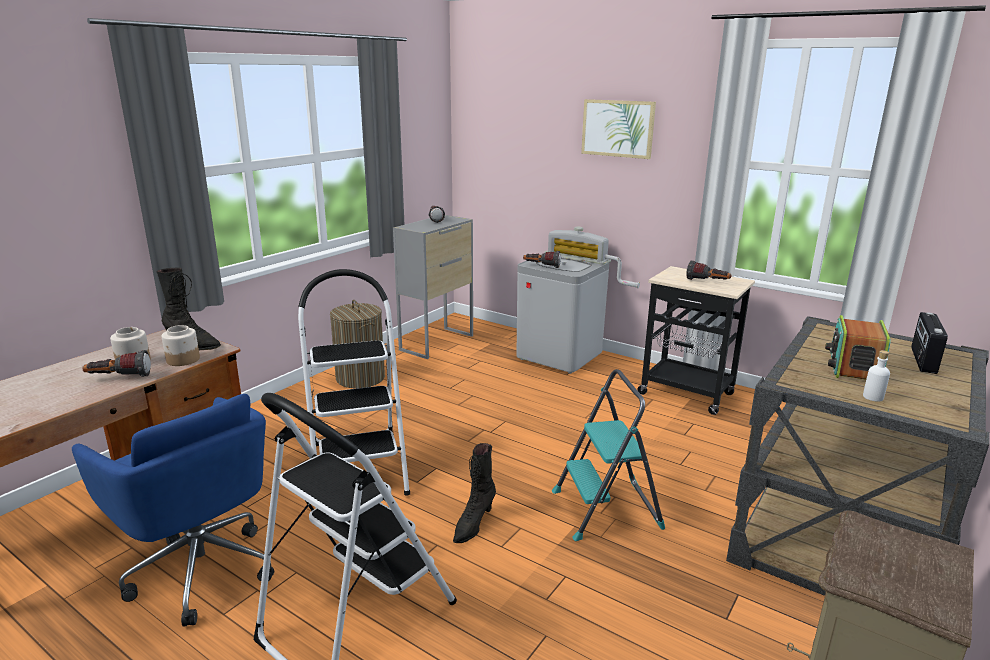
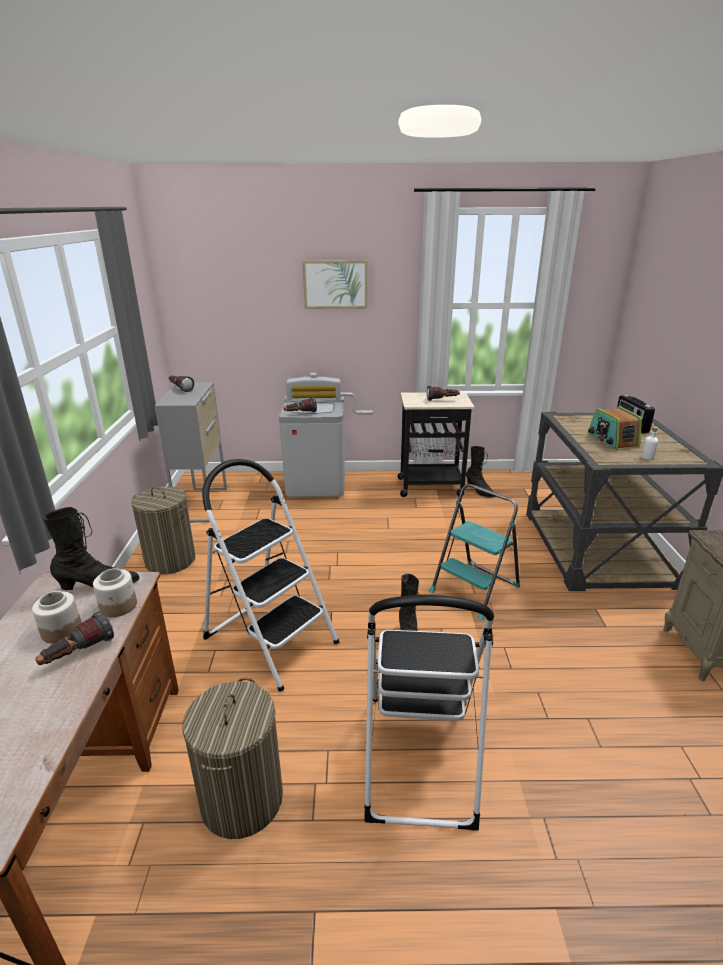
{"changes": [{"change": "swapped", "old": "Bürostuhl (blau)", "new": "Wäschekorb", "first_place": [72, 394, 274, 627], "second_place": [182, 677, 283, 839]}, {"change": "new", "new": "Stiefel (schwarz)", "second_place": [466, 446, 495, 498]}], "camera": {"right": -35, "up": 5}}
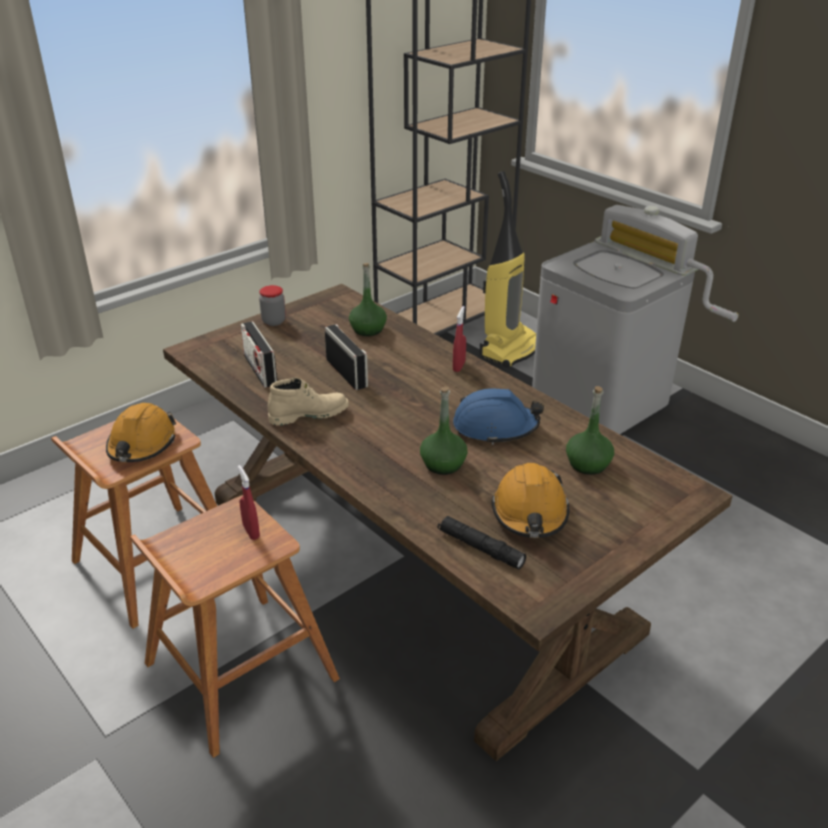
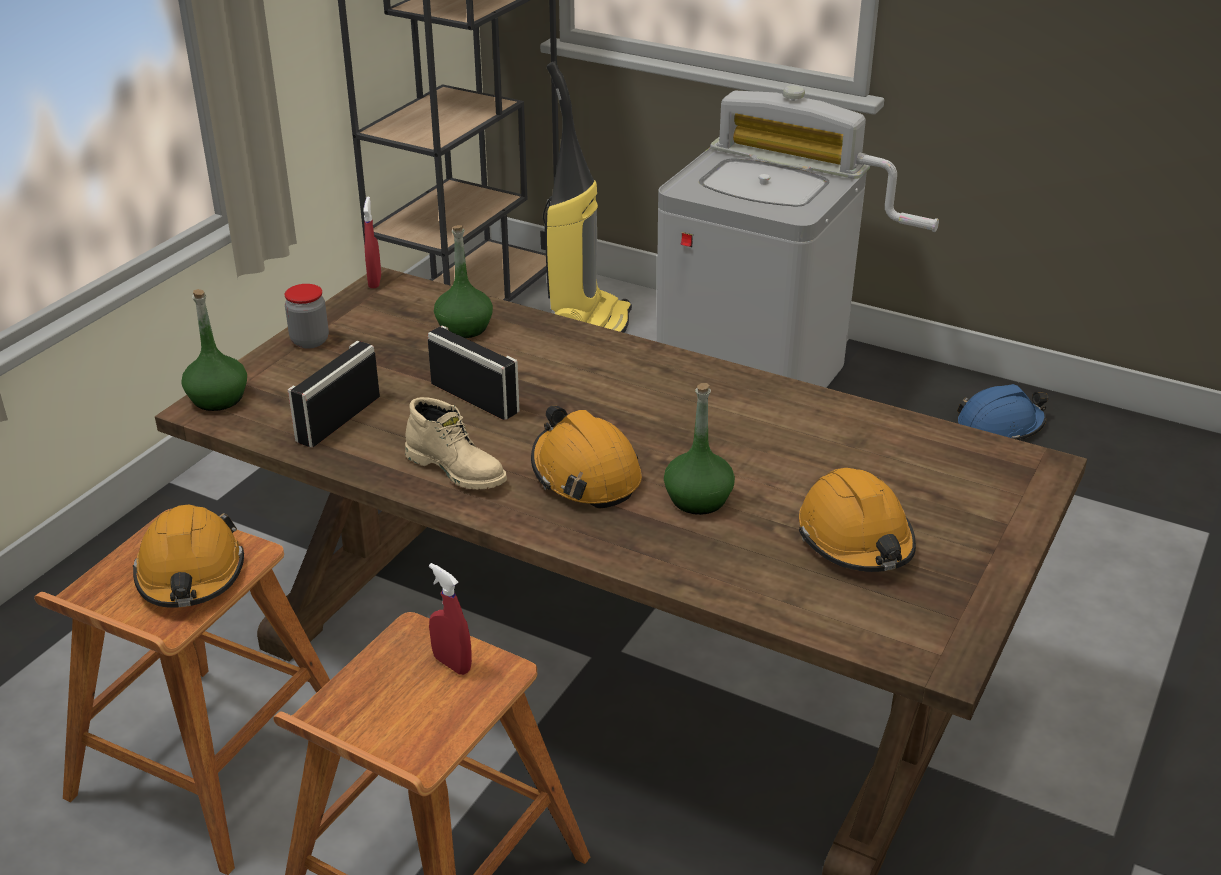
{"changes": [{"change": "shifted", "old": "Flasche (grün)", "first_place": [566, 386, 614, 475], "second_place": [181, 289, 247, 411]}, {"change": "rotated", "old": "Radio", "first_place": [240, 321, 277, 388], "second_place": [288, 341, 380, 447], "degrees": 75}, {"change": "shifted", "old": "Sprühflasche (rot)", "first_place": [453, 306, 466, 372], "second_place": [363, 196, 381, 288]}, {"change": "rotated", "old": "Stiefel (beige)", "first_place": [268, 377, 349, 426], "second_place": [405, 397, 507, 489], "degrees": 75}, {"change": "new", "new": "Schutzhelm (orange)", "second_place": [531, 405, 642, 509]}, {"change": "shifted", "old": "Schutzhelm (blau)", "first_place": [453, 388, 544, 445], "second_place": [957, 384, 1048, 440]}, {"change": "gone", "old": "Taschenlampe (schwarz)", "first_place": [438, 516, 526, 570]}], "camera": {"right": -20, "up": 0}}
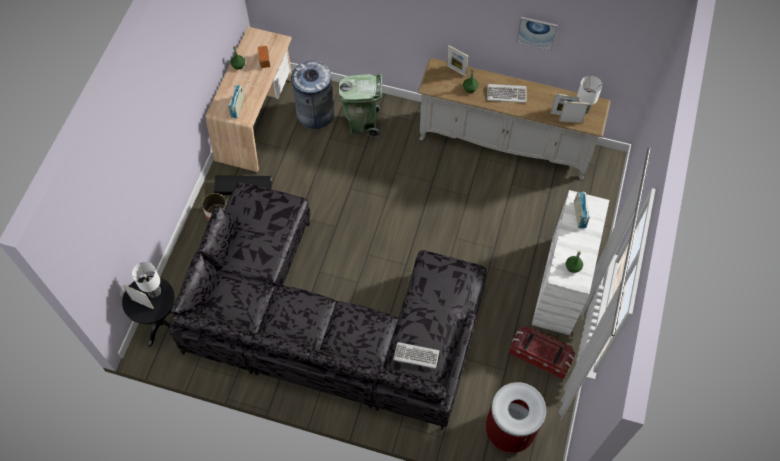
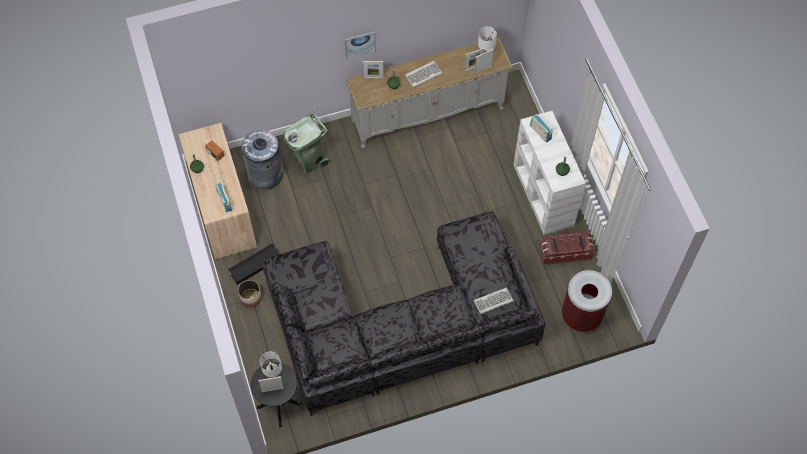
{"changes": [{"change": "shifted", "old": "Bild", "first_place": [516, 17, 558, 50], "second_place": [345, 31, 376, 59]}], "camera": {"right": -35, "up": 0}}
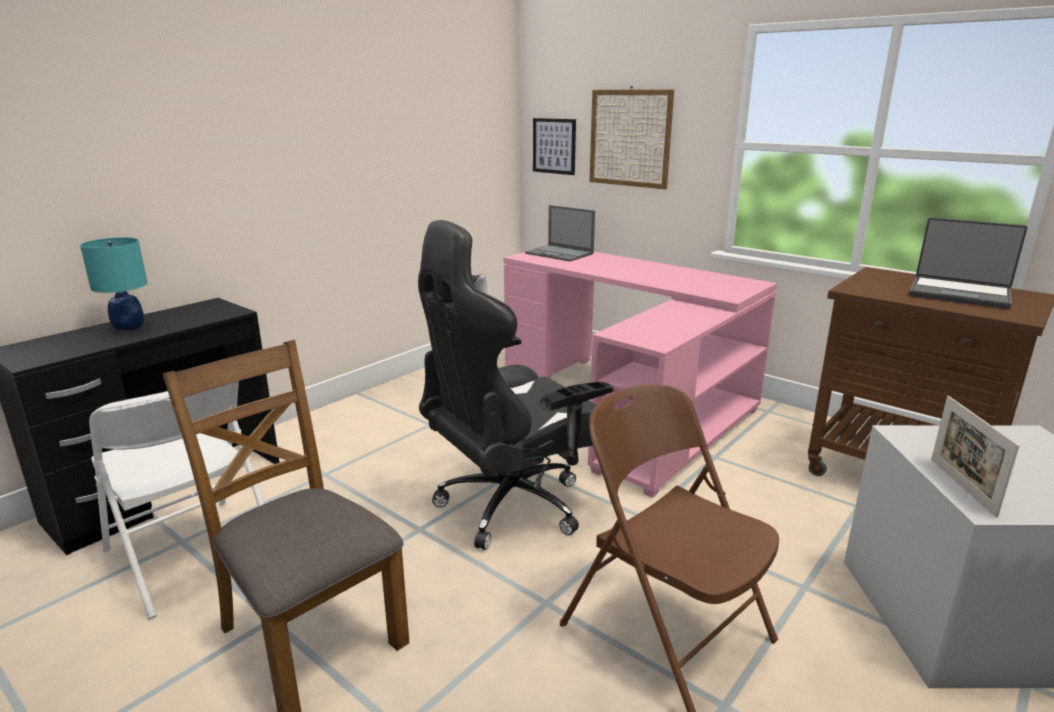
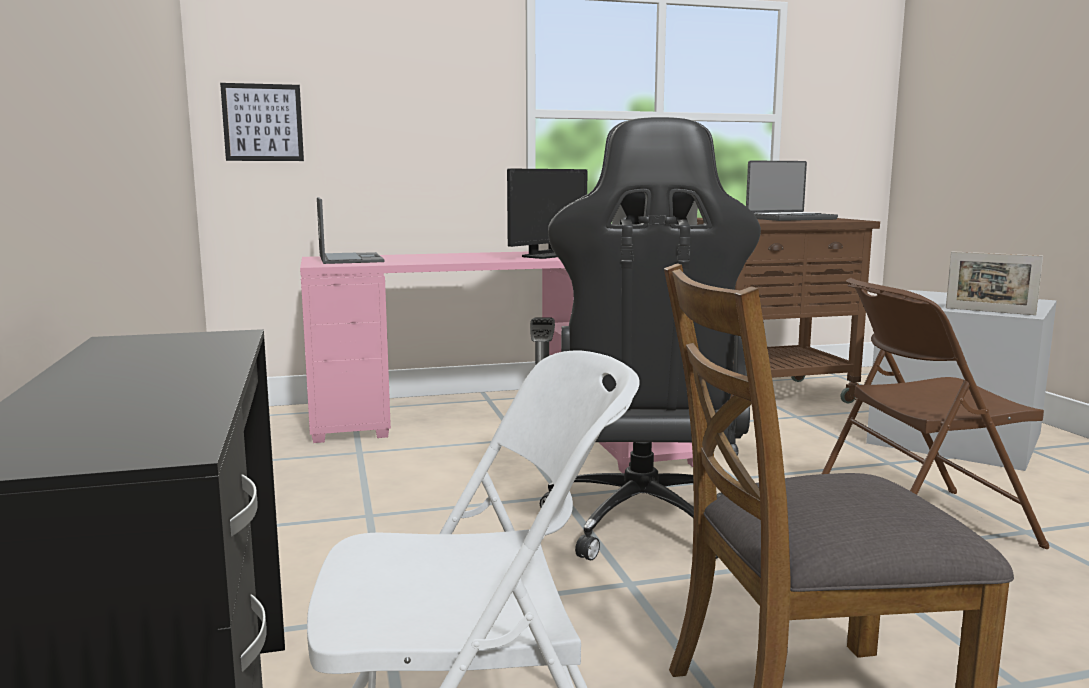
{"changes": [{"change": "rotated", "old": "Laptop", "first_place": [525, 205, 595, 261], "second_place": [317, 197, 384, 264], "degrees": -90}, {"change": "new", "new": "Monitor", "second_place": [507, 169, 587, 259]}, {"change": "gone", "old": "Tischlampe (türkis)", "first_place": [80, 237, 148, 331]}, {"change": "gone", "old": "Bild", "first_place": [589, 86, 674, 189]}], "camera": {"right": -55, "up": -10}}
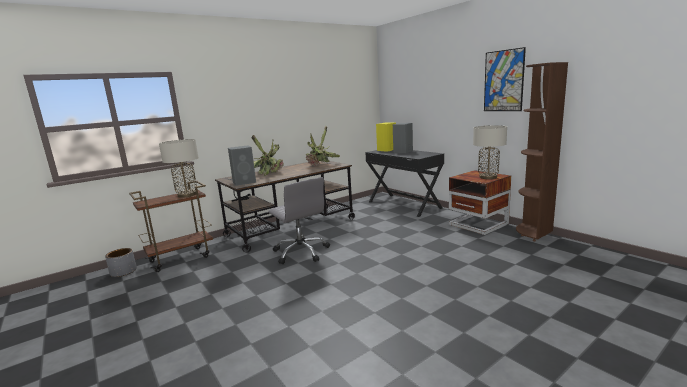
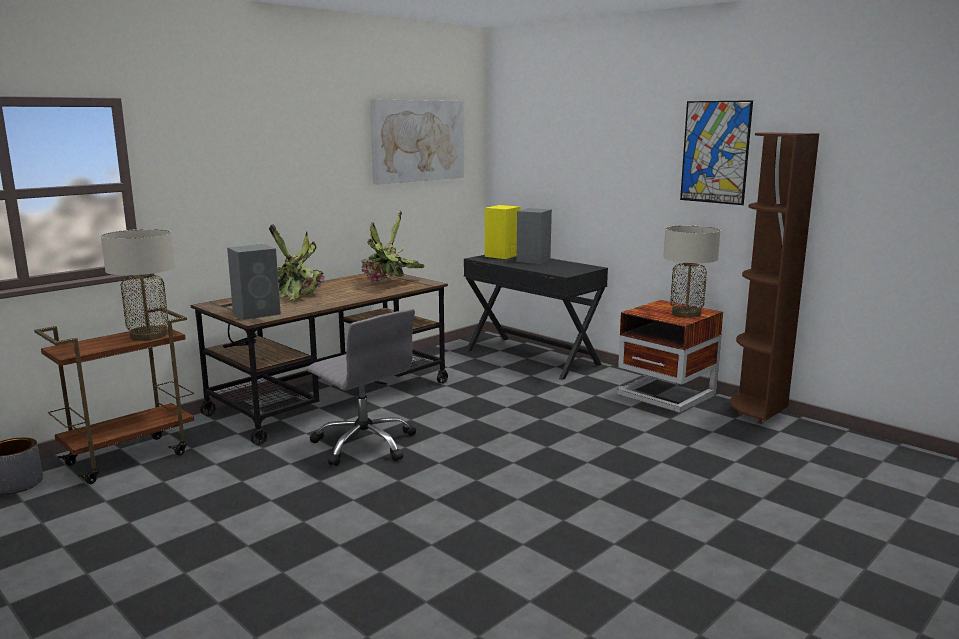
{"changes": [{"change": "new", "new": "Bild", "second_place": [370, 100, 464, 185]}], "camera": {"right": -10, "up": 0}}
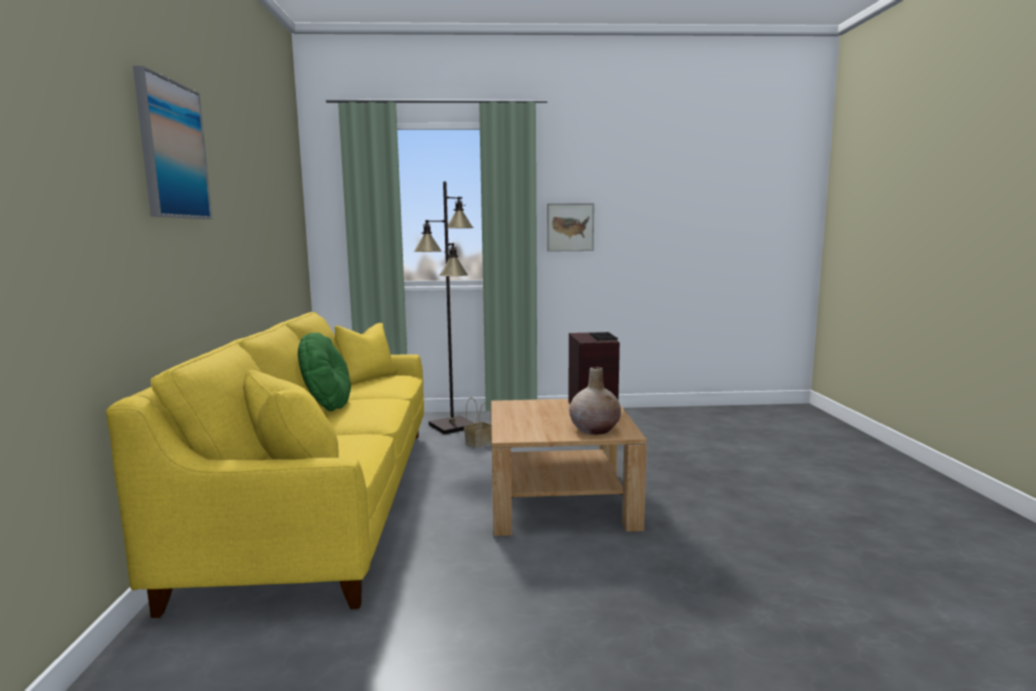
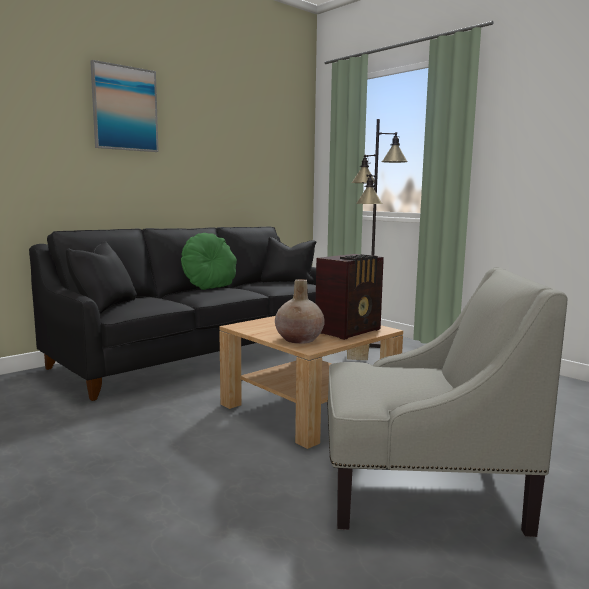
{"changes": [{"change": "repainted", "old": "Sofa (gelb)", "new": "Sofa (schwarz)", "first_place": [106, 312, 424, 618], "second_place": [29, 227, 316, 401]}, {"change": "new", "new": "Sessel (grau)", "second_place": [327, 267, 568, 537]}, {"change": "gone", "old": "Bild", "first_place": [547, 203, 594, 252]}], "camera": {"right": 50, "up": 0}}
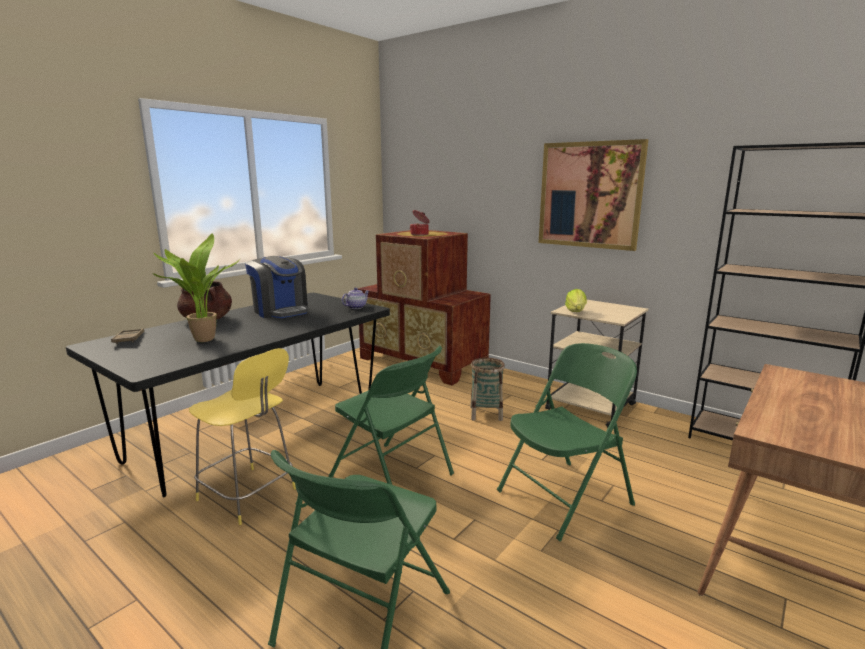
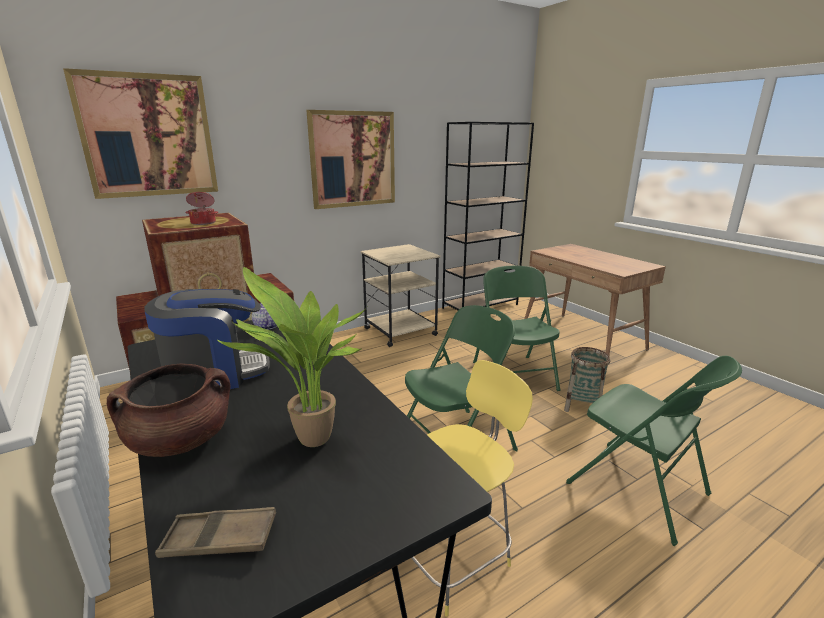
{"changes": [{"change": "new", "new": "Bild", "second_place": [63, 68, 218, 199]}, {"change": "shifted", "old": "Korb", "first_place": [470, 358, 505, 421], "second_place": [564, 347, 610, 412]}, {"change": "gone", "old": "Salatkopf", "first_place": [565, 289, 587, 312]}], "camera": {"right": -70, "up": 5}}
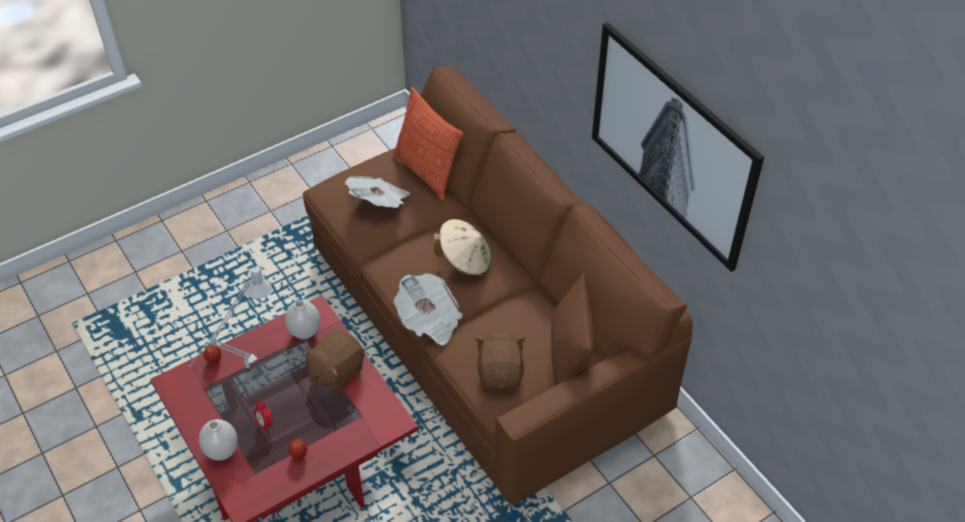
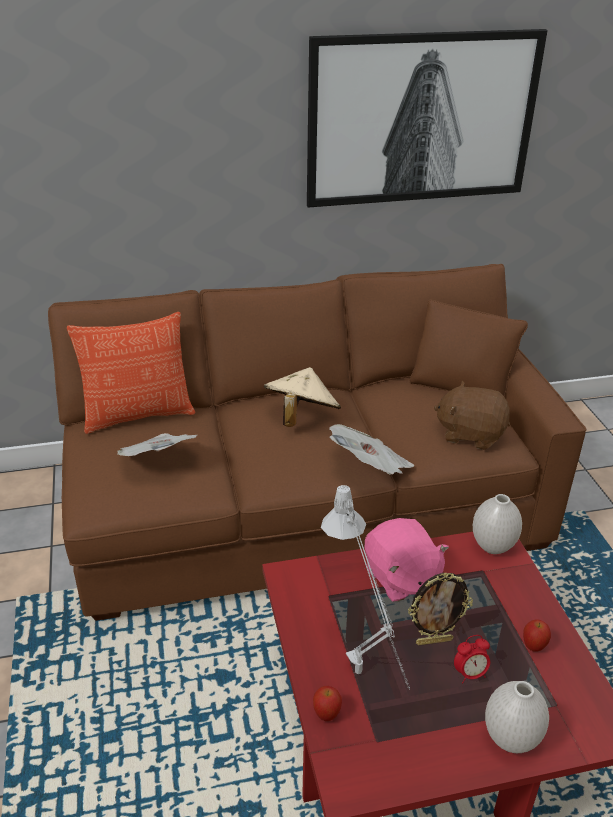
{"changes": [{"change": "repainted", "old": "Plüschtier (braun)", "new": "Plüschtier (rosa)", "first_place": [304, 330, 365, 391], "second_place": [365, 518, 449, 602]}, {"change": "new", "new": "Bilderrahmen", "second_place": [408, 572, 473, 645]}, {"change": "shifted", "old": "Vase (weiß)", "first_place": [285, 300, 320, 339], "second_place": [473, 494, 522, 554]}], "camera": {"right": -70, "up": -15}}
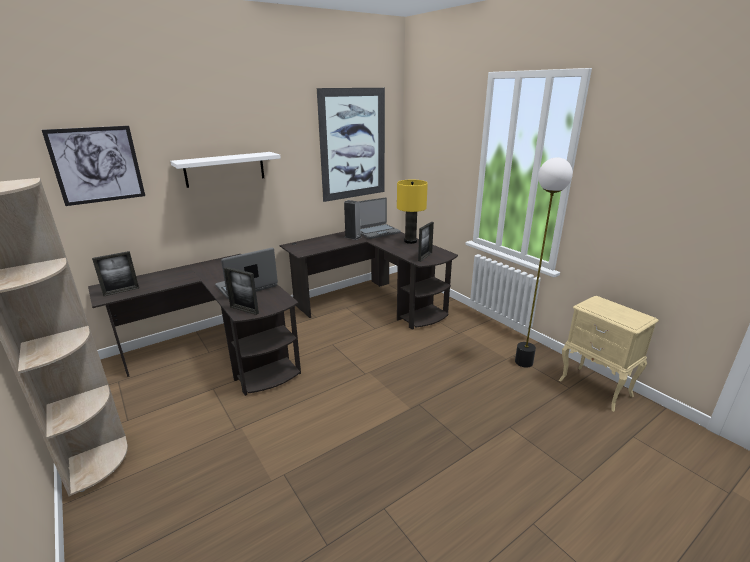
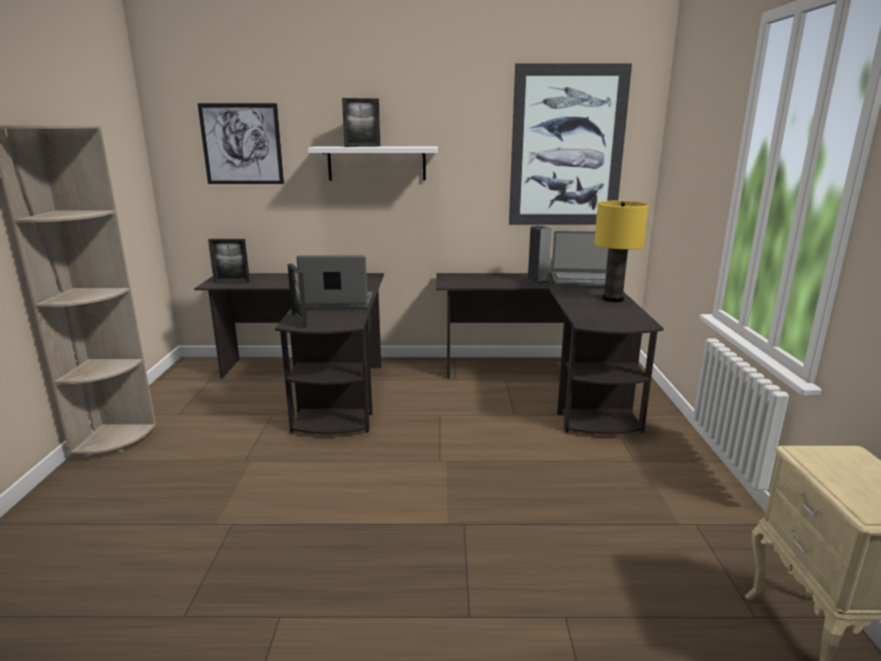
{"changes": [{"change": "shifted", "old": "Bilderrahmen", "first_place": [418, 222, 434, 262], "second_place": [342, 98, 380, 147]}, {"change": "gone", "old": "Stehlampe", "first_place": [515, 157, 573, 367]}], "camera": {"right": 35, "up": -5}}
